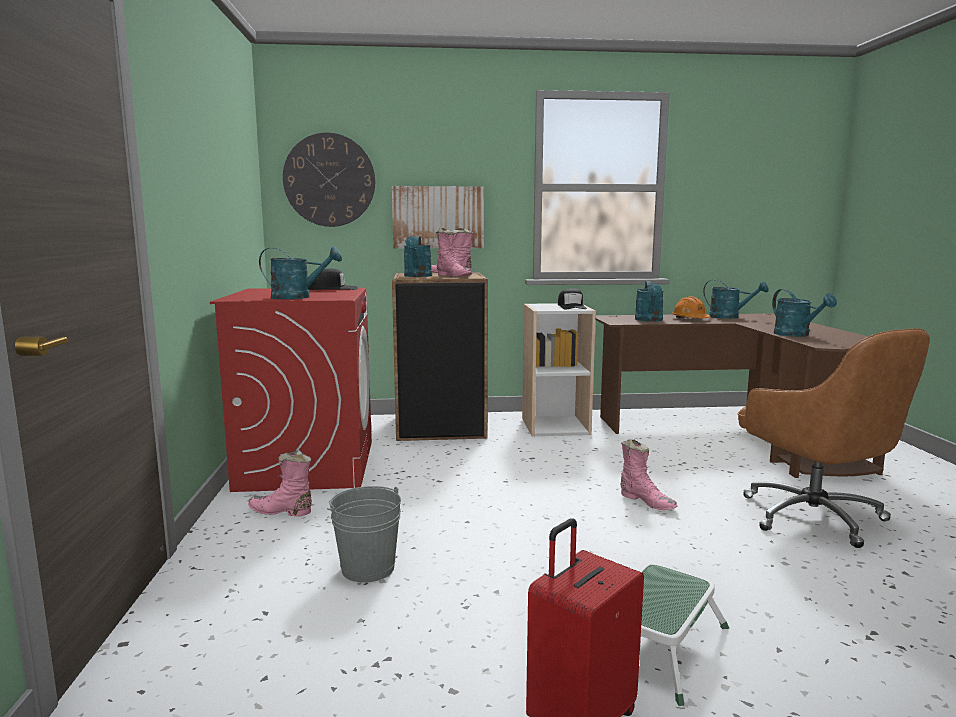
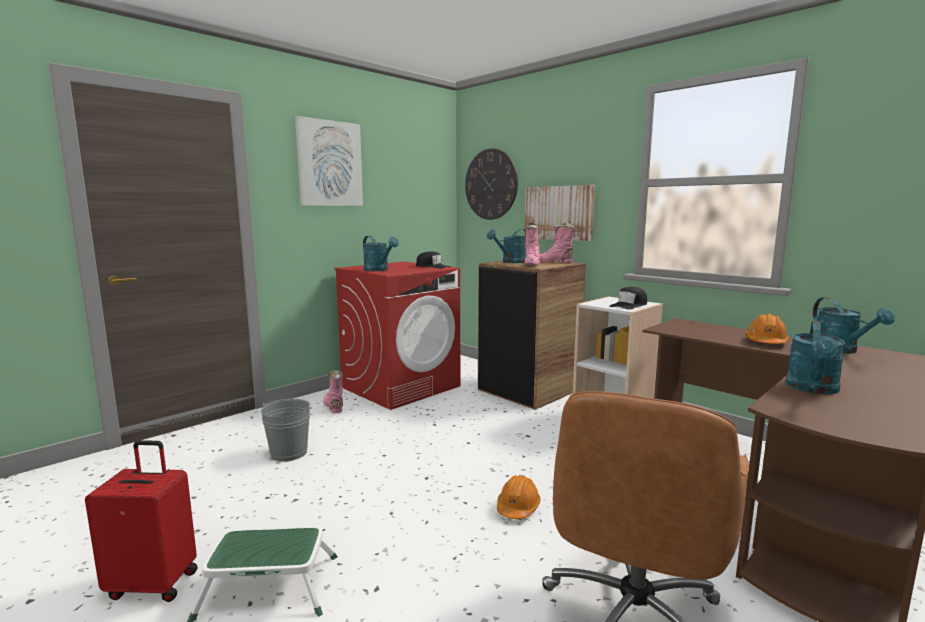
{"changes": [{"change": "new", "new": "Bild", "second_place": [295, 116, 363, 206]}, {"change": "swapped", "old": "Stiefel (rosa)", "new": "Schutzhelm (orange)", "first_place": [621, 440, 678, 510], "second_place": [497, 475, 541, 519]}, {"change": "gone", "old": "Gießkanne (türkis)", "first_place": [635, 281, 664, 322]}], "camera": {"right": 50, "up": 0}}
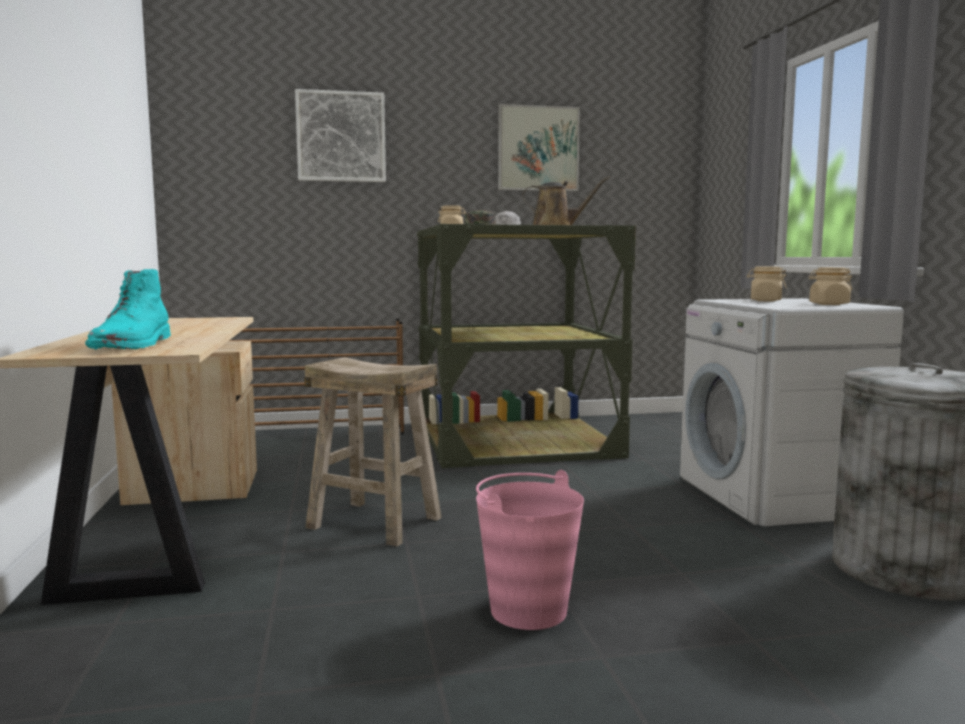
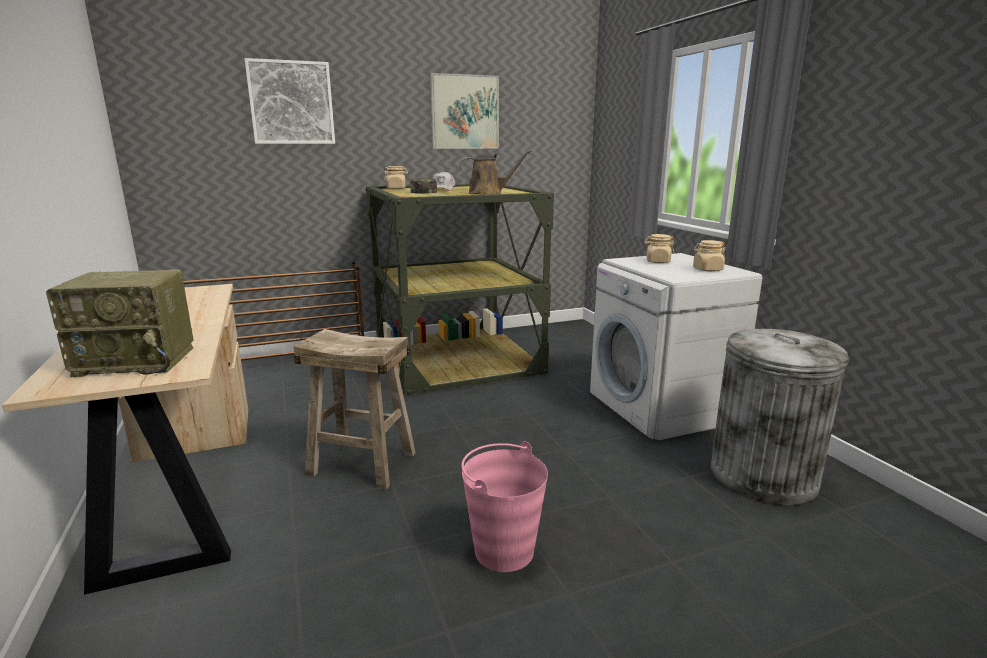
{"changes": [{"change": "swapped", "old": "Stiefel (türkis)", "new": "Radio", "first_place": [85, 269, 171, 350], "second_place": [46, 269, 193, 378]}], "camera": {"right": -10, "up": 10}}
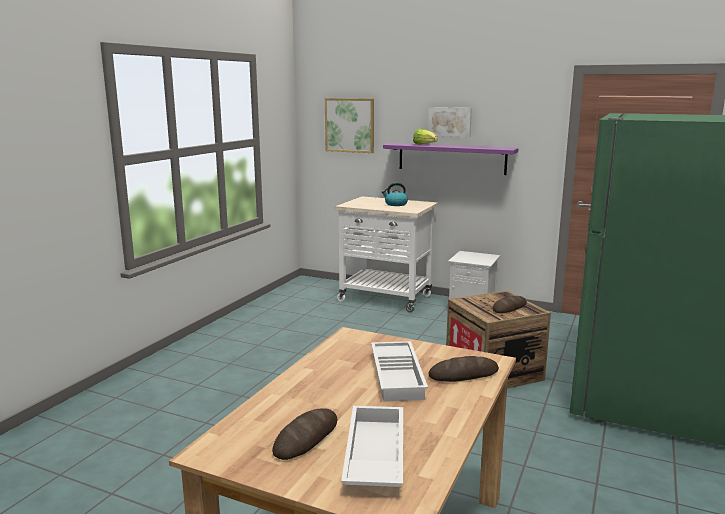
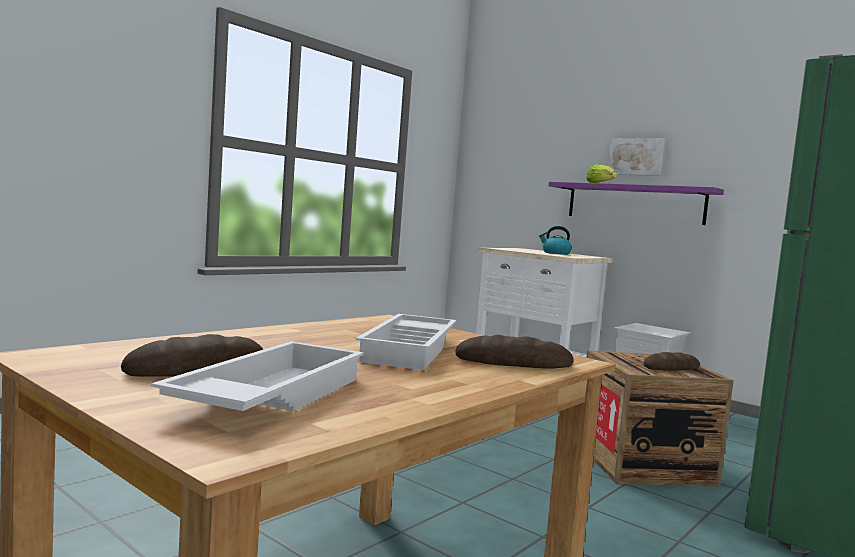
{"changes": [{"change": "gone", "old": "Bild", "first_place": [325, 98, 374, 153]}], "camera": {"right": 15, "up": -10}}
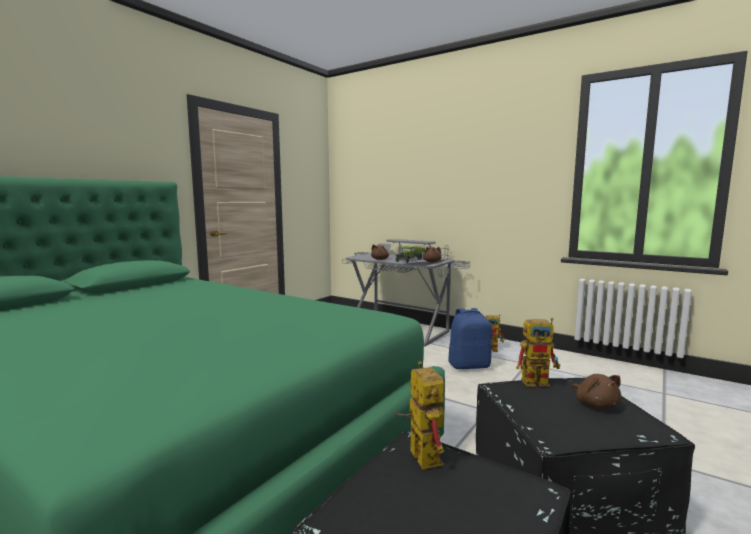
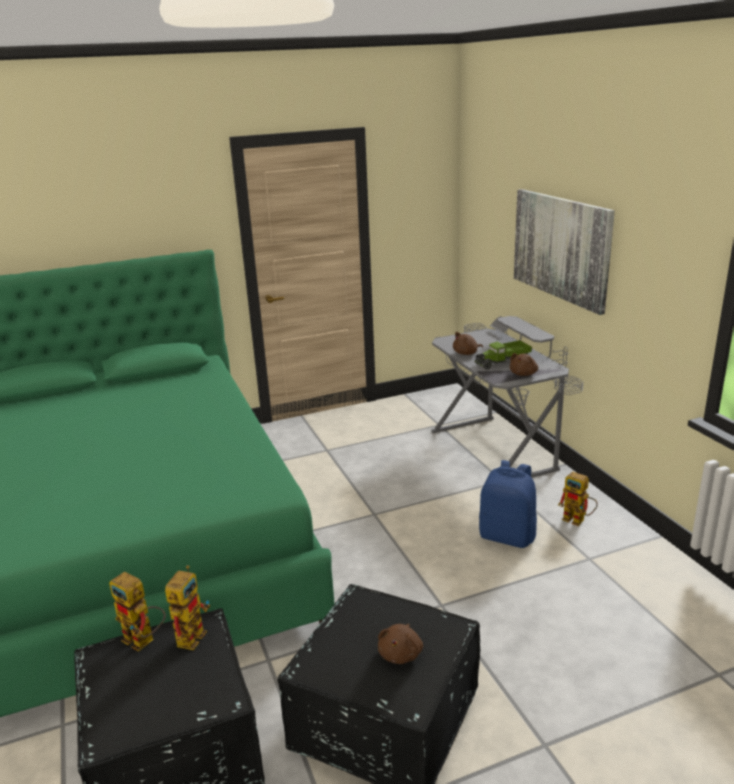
{"changes": [{"change": "shifted", "old": "Spielzeugroboter", "first_place": [516, 318, 560, 387], "second_place": [109, 571, 166, 652]}, {"change": "new", "new": "Bild", "second_place": [514, 189, 615, 315]}], "camera": {"right": 35, "up": 15}}
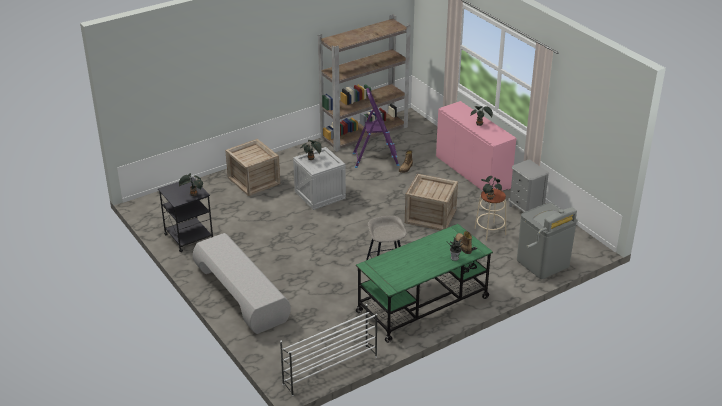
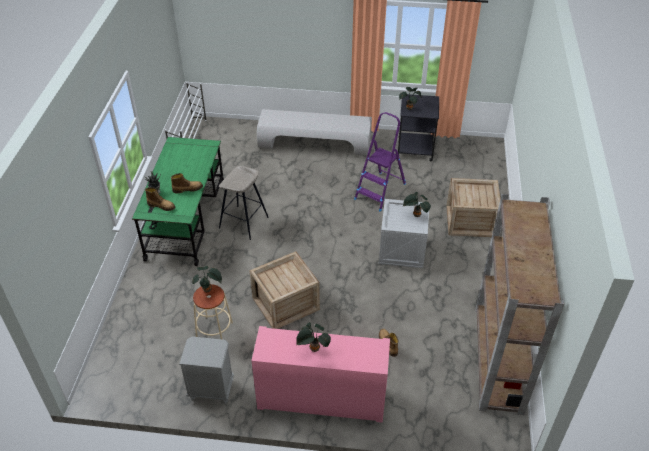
{"changes": [{"change": "new", "new": "Stiefel", "second_place": [171, 173, 203, 193]}, {"change": "shifted", "old": "Trittleiter (lila)", "first_place": [353, 88, 400, 168], "second_place": [354, 112, 406, 211]}, {"change": "gone", "old": "Waschmaschine (grau)", "first_place": [517, 202, 578, 279]}], "camera": {"right": 130, "up": 10}}
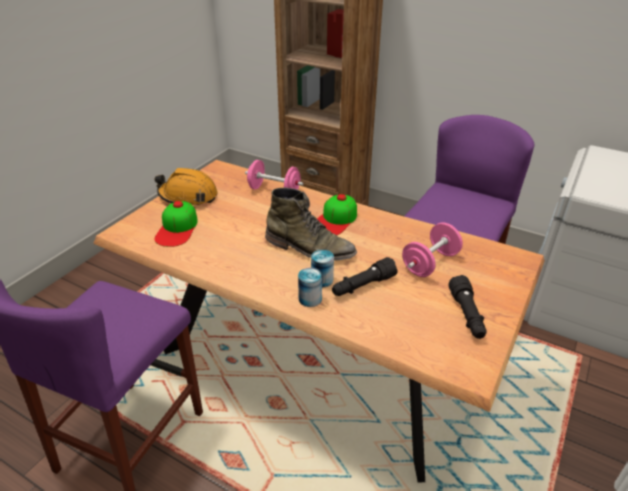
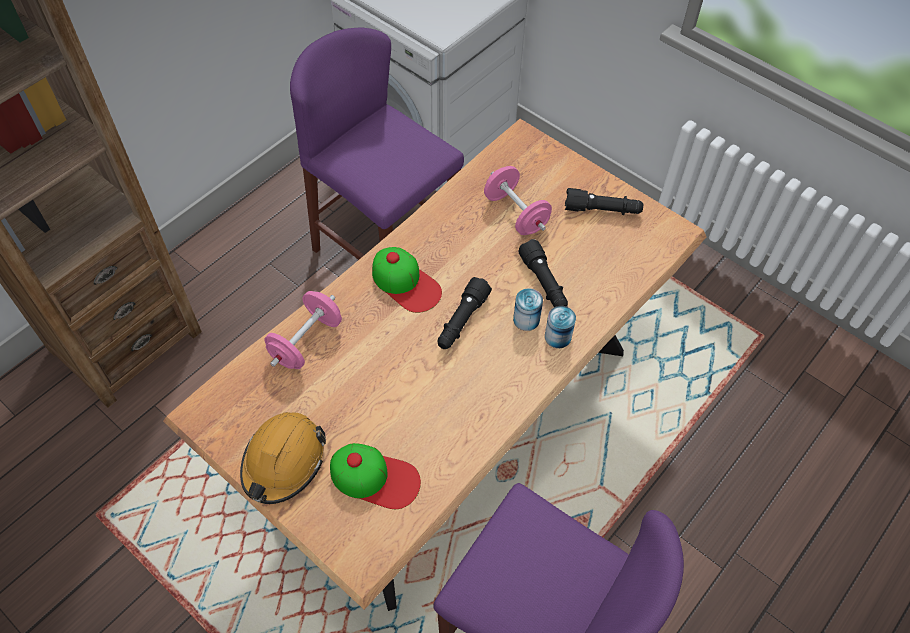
{"changes": [{"change": "swapped", "old": "Stiefel (grün)", "new": "Taschenlampe (schwarz)", "first_place": [265, 188, 357, 261], "second_place": [438, 277, 492, 349]}], "camera": {"right": -80, "up": 20}}
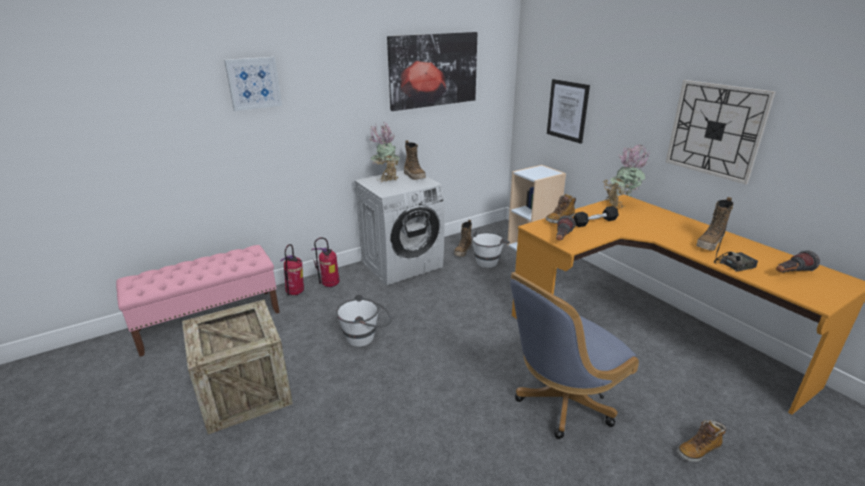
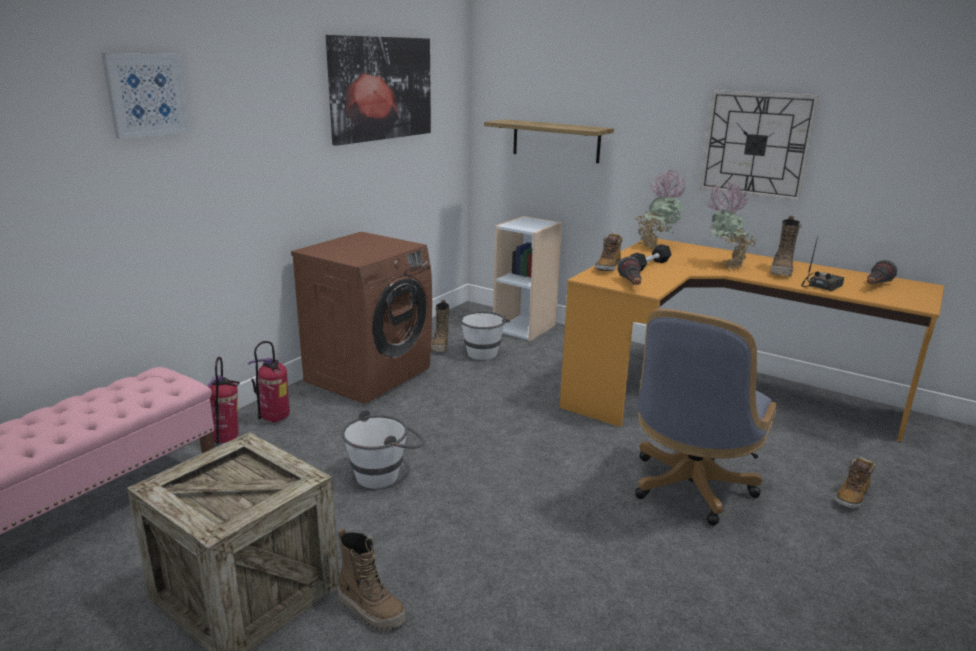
{"changes": [{"change": "repainted", "old": "Waschmaschine (weiß)", "new": "Waschmaschine (braun)", "first_place": [354, 170, 445, 285], "second_place": [291, 232, 432, 404]}, {"change": "shifted", "old": "Stiefel", "first_place": [404, 140, 426, 180], "second_place": [338, 528, 406, 631]}, {"change": "swapped", "old": "Bild", "new": "Wandregal", "first_place": [547, 79, 590, 144], "second_place": [484, 119, 614, 163]}, {"change": "shifted", "old": "Topfpflanze", "first_place": [370, 124, 401, 182], "second_place": [706, 180, 756, 270]}], "camera": {"right": -25, "up": -5}}
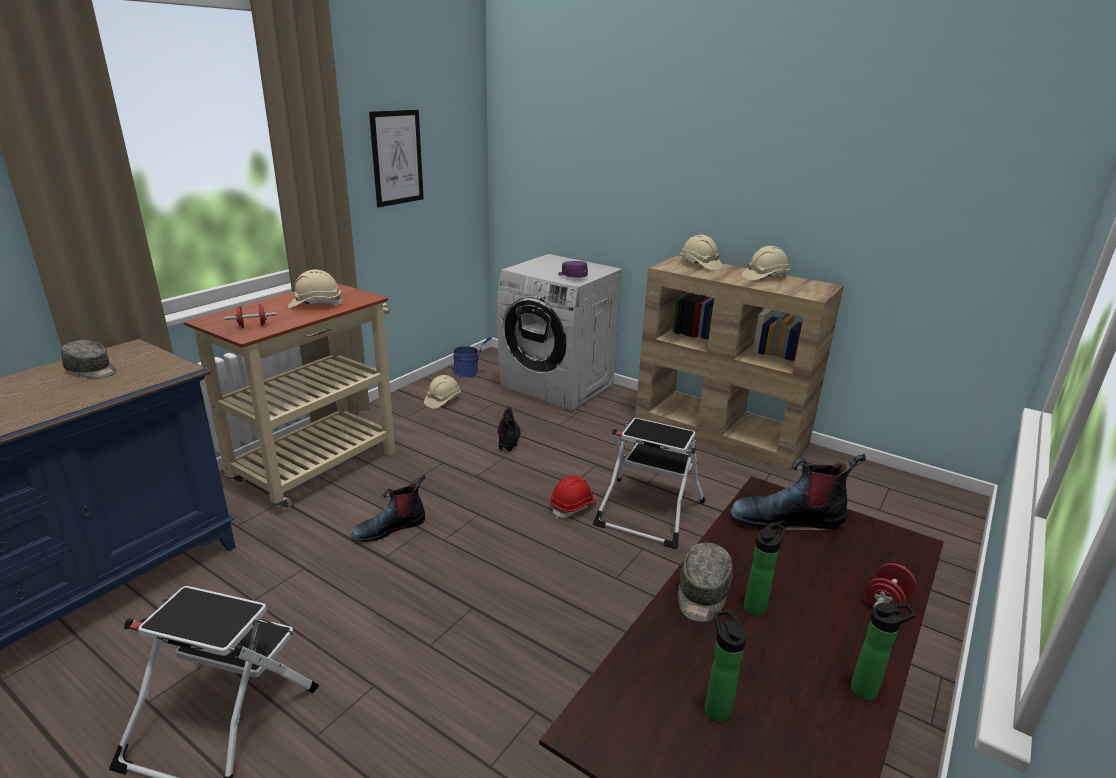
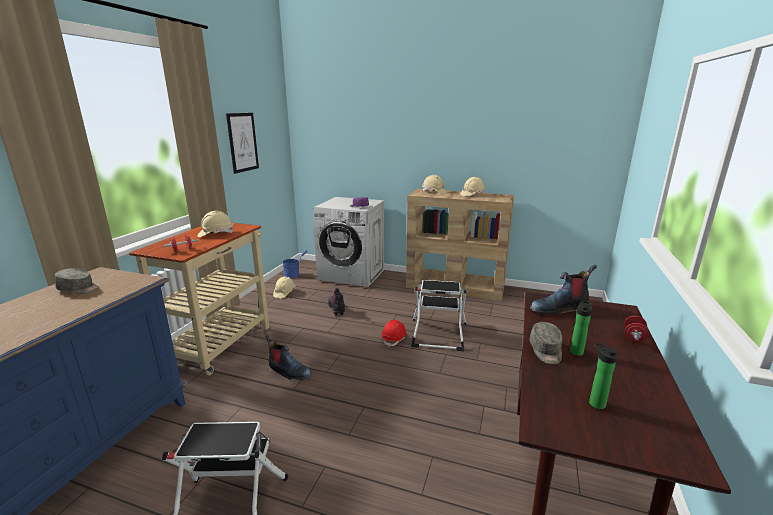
{"changes": [{"change": "rotated", "old": "Stiefel", "first_place": [351, 474, 425, 542], "second_place": [265, 335, 311, 380], "degrees": -105}, {"change": "gone", "old": "Flasche", "first_place": [851, 603, 916, 700]}], "camera": {"right": -15, "up": -5}}
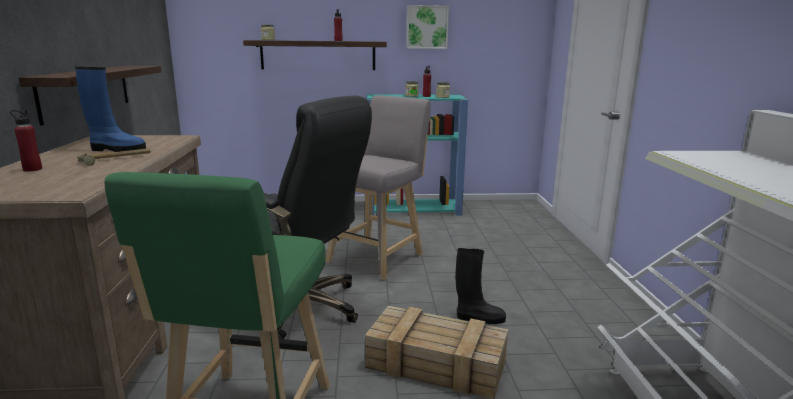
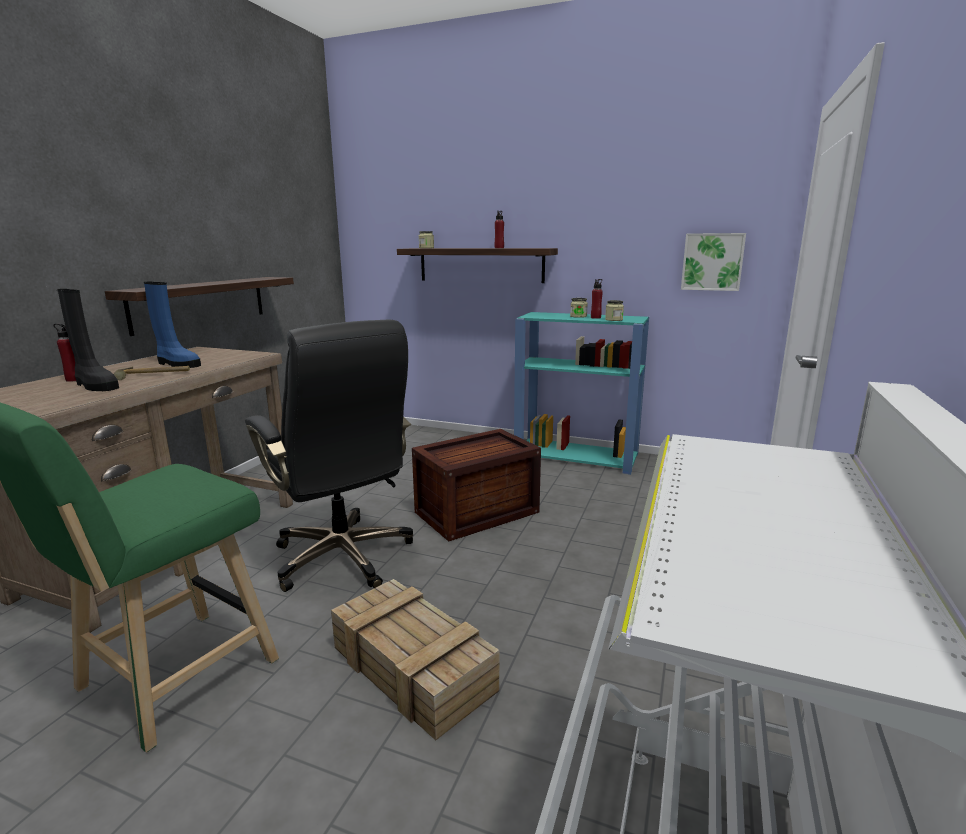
{"changes": [{"change": "shifted", "old": "Stiefel (schwarz)", "first_place": [456, 248, 506, 324], "second_place": [57, 289, 119, 391]}, {"change": "swapped", "old": "Hocker (grau)", "new": "Kiste", "first_place": [326, 95, 431, 280], "second_place": [412, 429, 541, 541]}, {"change": "shifted", "old": "Bild", "first_place": [407, 5, 449, 49], "second_place": [681, 233, 746, 291]}], "camera": {"right": 25, "up": 0}}
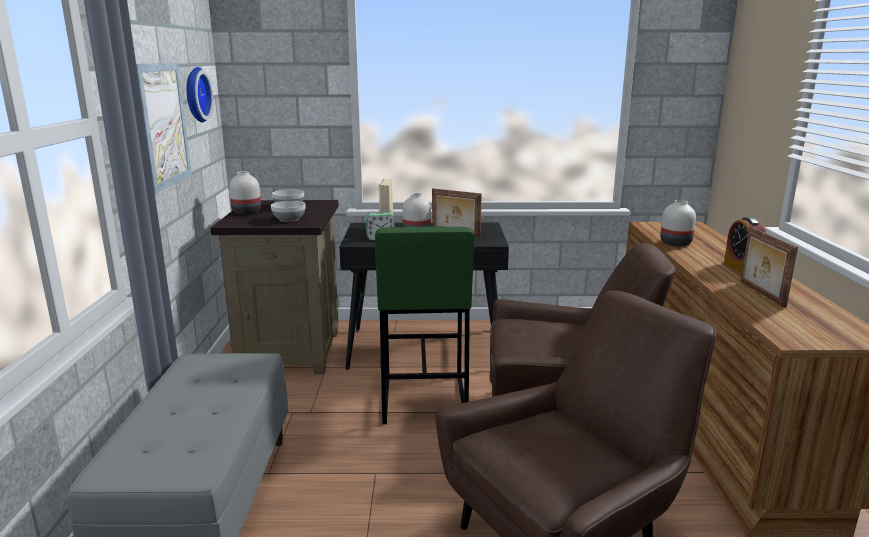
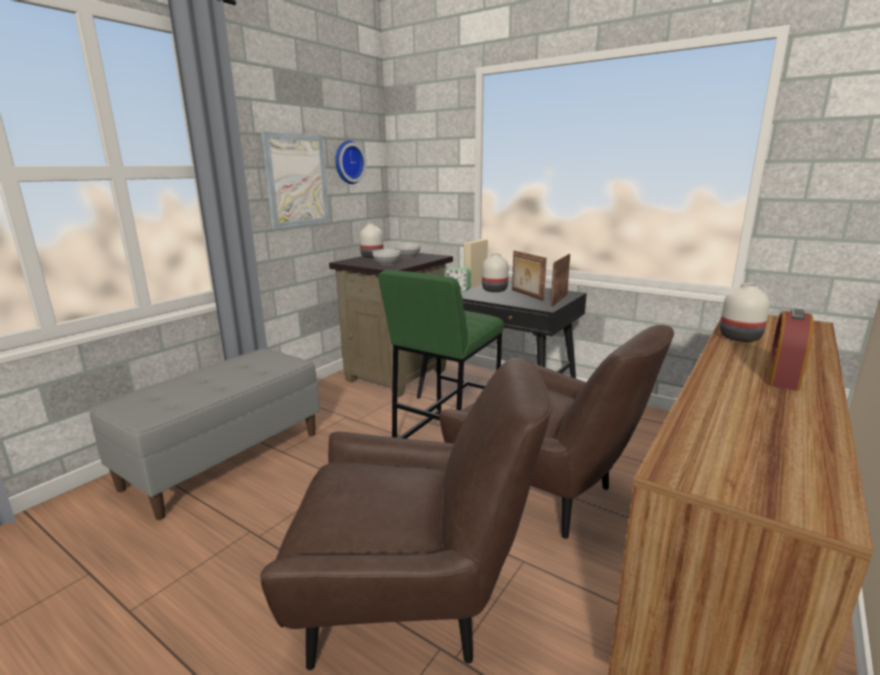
{"changes": [{"change": "shifted", "old": "Bilderrahmen", "first_place": [740, 227, 798, 308], "second_place": [551, 254, 570, 307]}], "camera": {"right": 35, "up": 0}}
